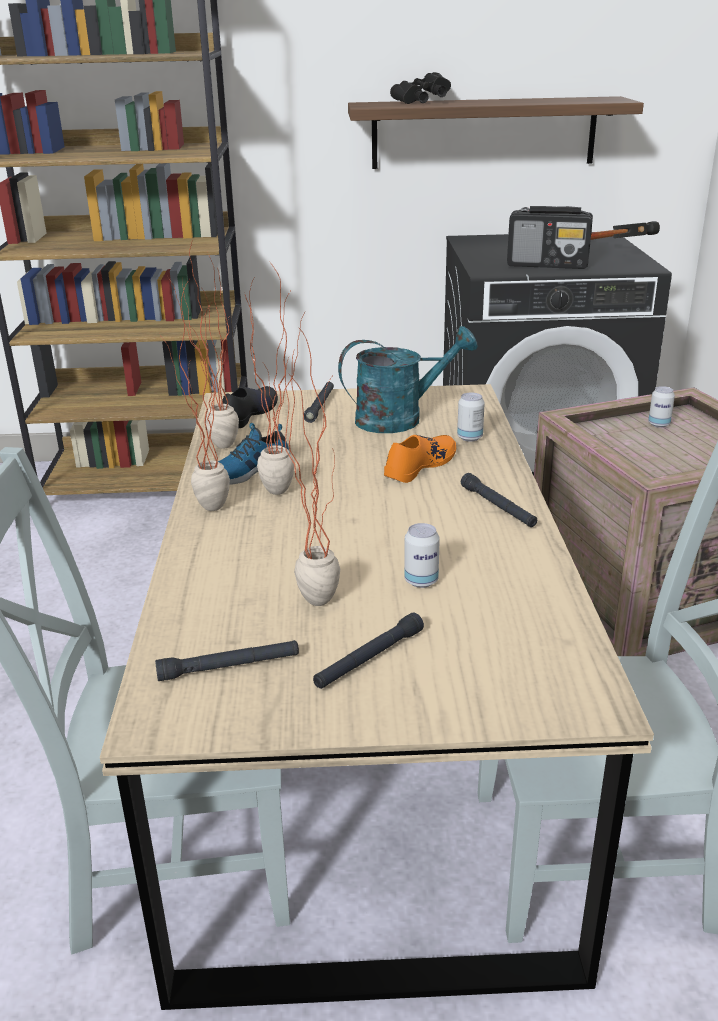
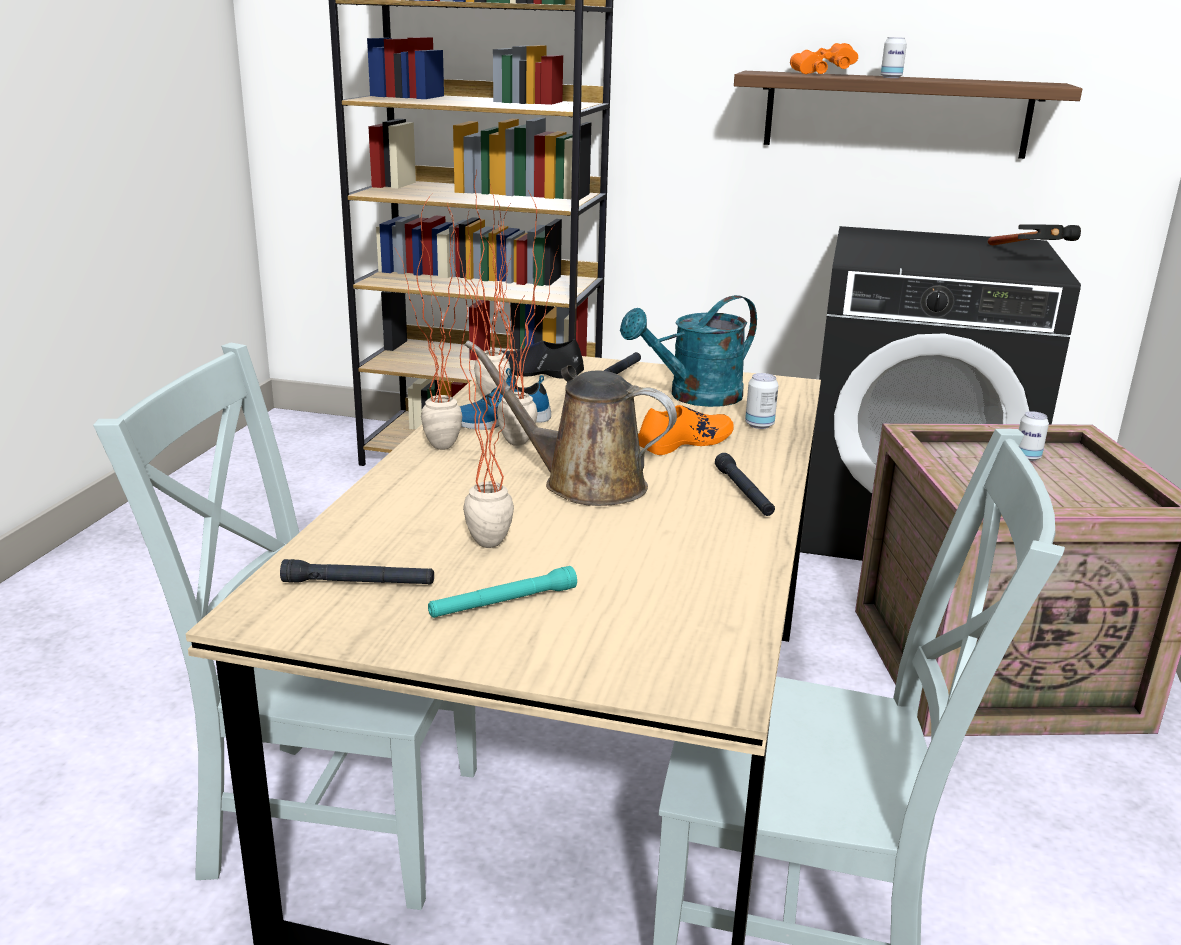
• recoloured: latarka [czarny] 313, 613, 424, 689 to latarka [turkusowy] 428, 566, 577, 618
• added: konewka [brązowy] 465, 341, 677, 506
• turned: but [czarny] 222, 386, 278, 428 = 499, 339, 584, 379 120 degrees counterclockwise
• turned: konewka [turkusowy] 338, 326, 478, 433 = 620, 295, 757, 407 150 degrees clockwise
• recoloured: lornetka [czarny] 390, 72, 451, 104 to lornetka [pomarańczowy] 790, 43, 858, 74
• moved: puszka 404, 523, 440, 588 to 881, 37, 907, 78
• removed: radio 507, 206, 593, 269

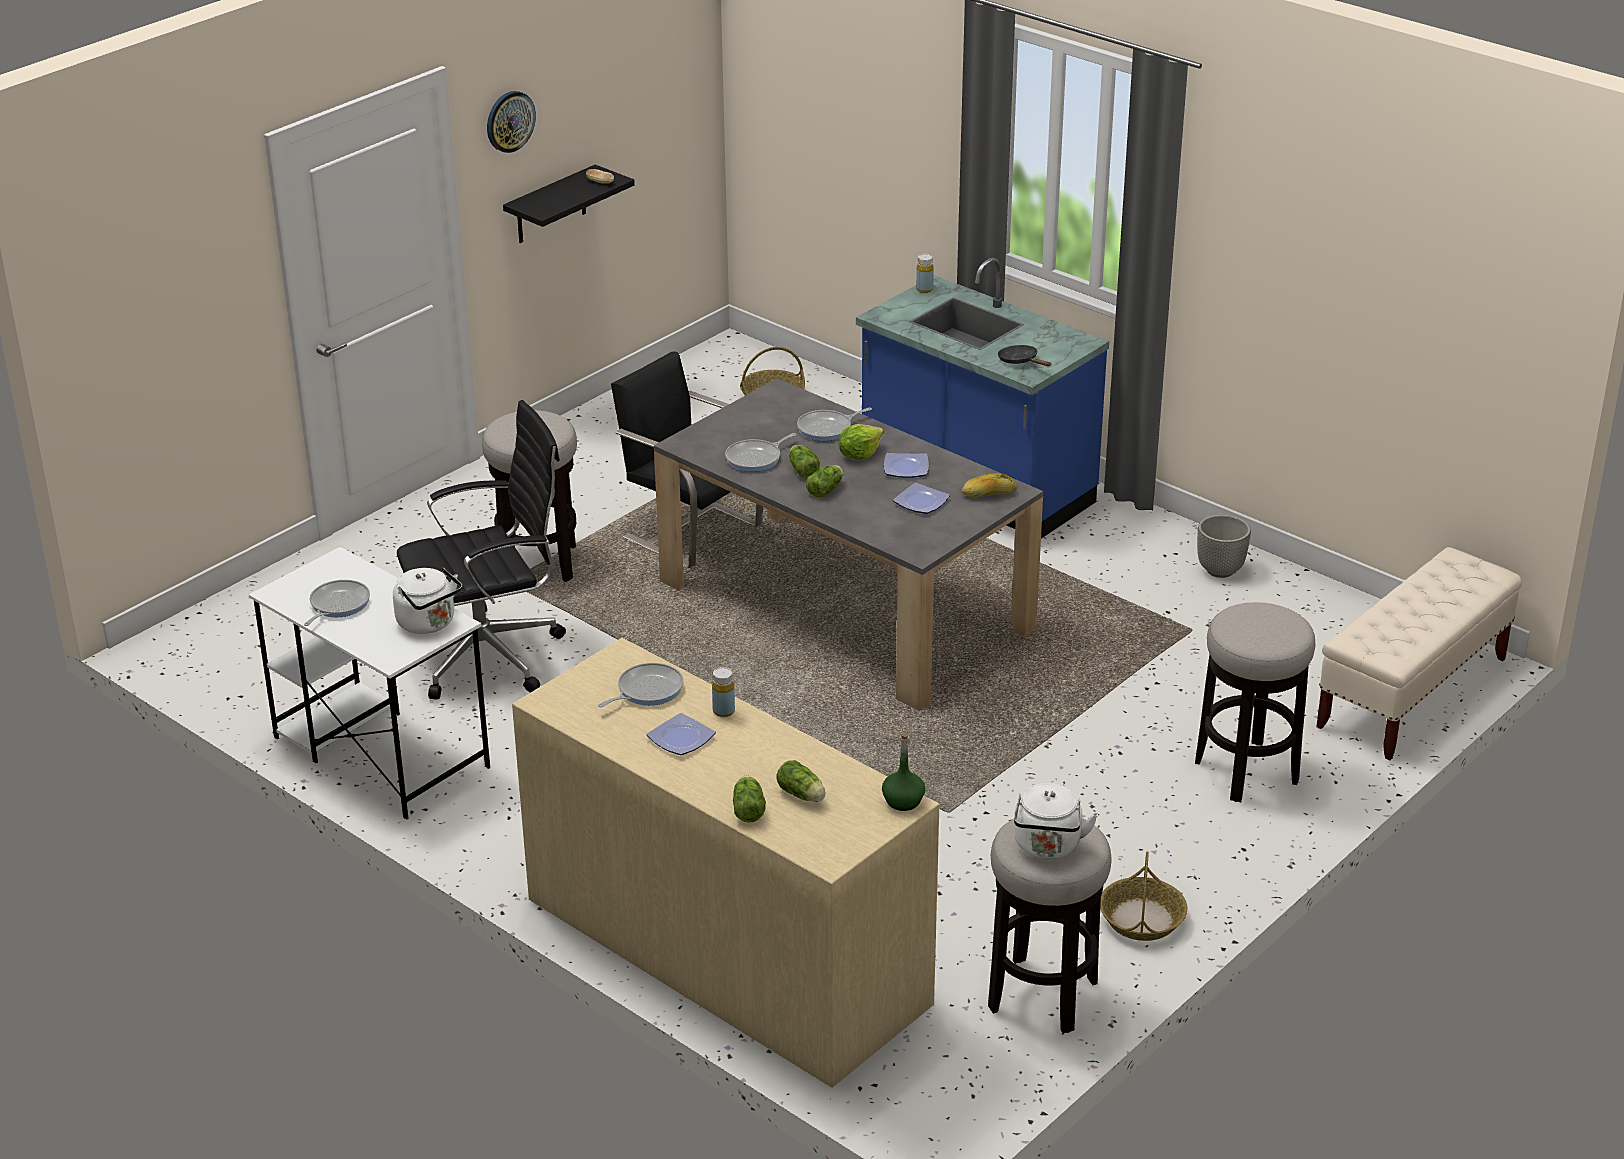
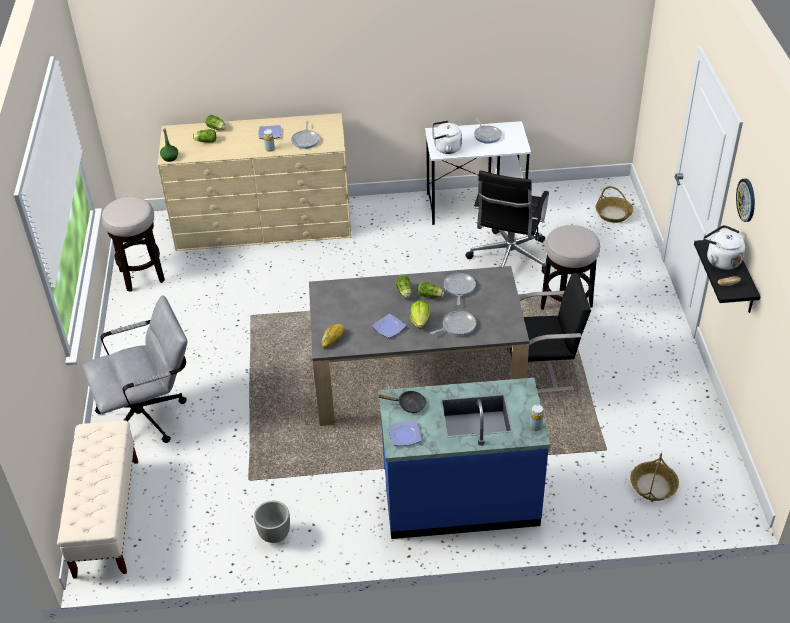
• replaced: stołek 1195, 602, 1315, 802 to krzesło biurowe [szary] 82, 295, 188, 443
• moved: talerz 893, 483, 950, 514 to 389, 420, 421, 446
• turned: patelnia 797, 408, 872, 441 = 430, 311, 476, 336 45 degrees clockwise
• moved: koszyk 1100, 851, 1188, 941 to 596, 186, 633, 223
• moved: czajnik [biały] 1014, 783, 1098, 859 to 703, 225, 745, 270

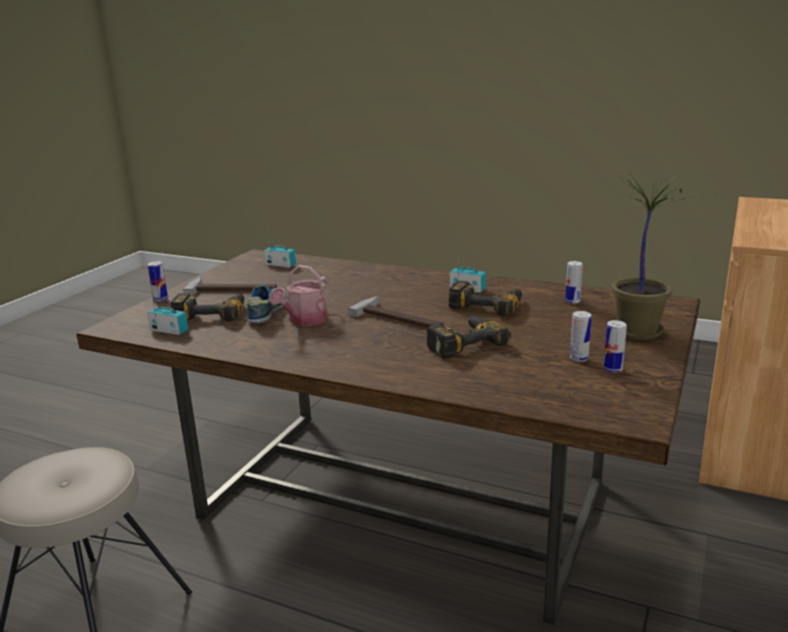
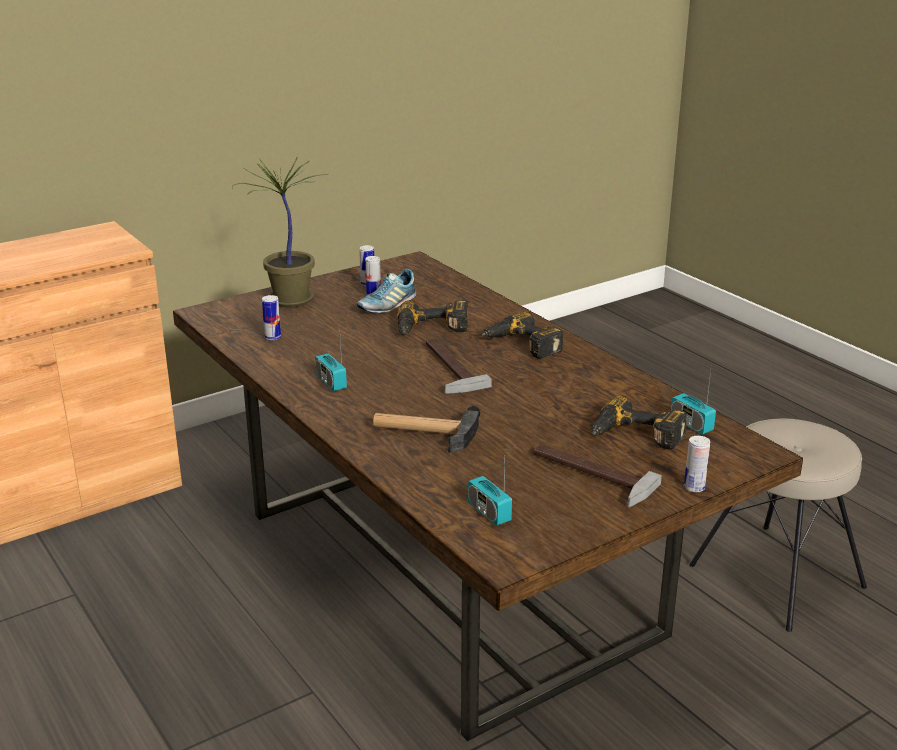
• moved: but 247, 285, 287, 323 to 357, 269, 416, 313
• added: młotek 373, 406, 480, 453
• moved: wiertarka 449, 280, 522, 316 to 481, 311, 564, 359
• removed: konewka 270, 265, 328, 326

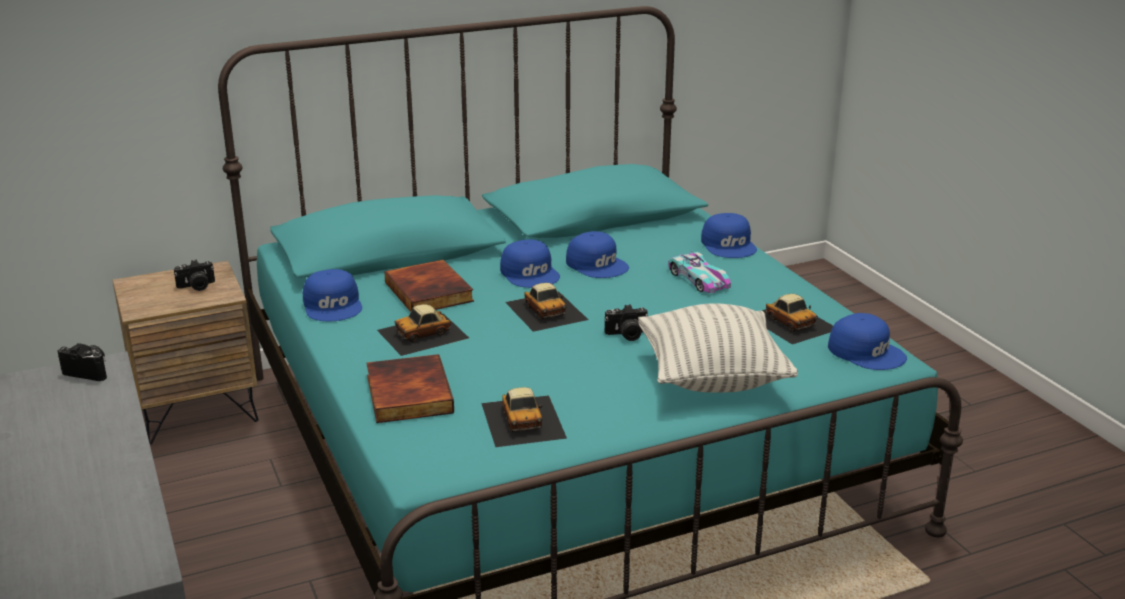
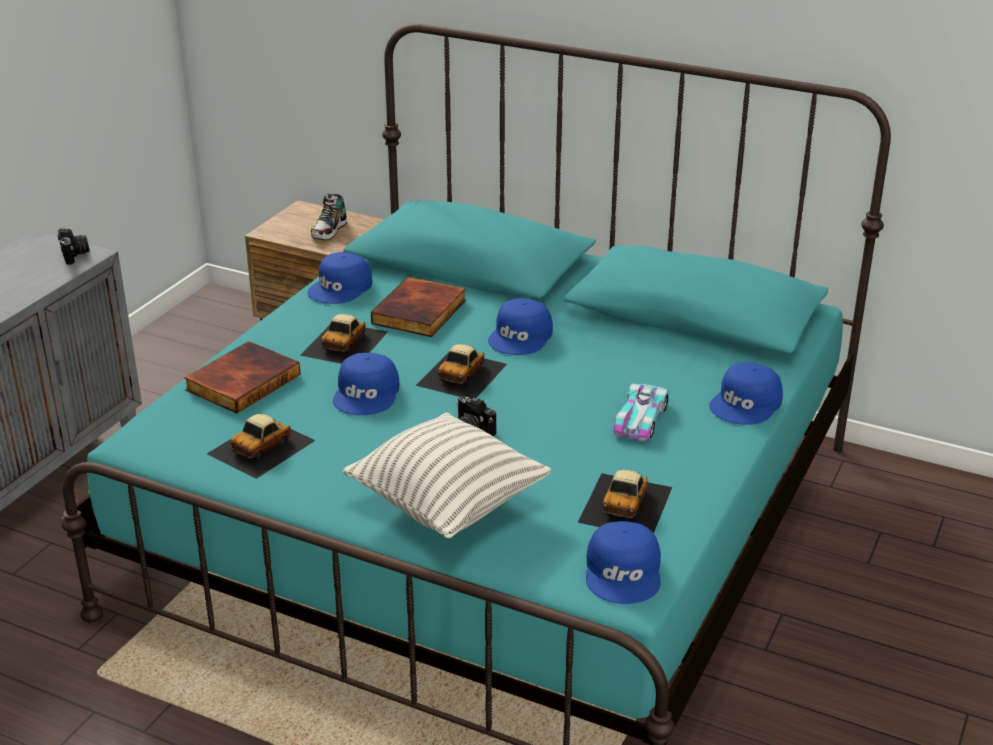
• turned: samochodzik 377, 304, 469, 356 = 300, 314, 388, 364 90 degrees counterclockwise
• replaced: aparat fotograficzny 174, 259, 215, 291 to but 311, 193, 347, 240
• moved: czapka z daszkiem [niebieski] 566, 231, 629, 278 to 333, 353, 399, 415

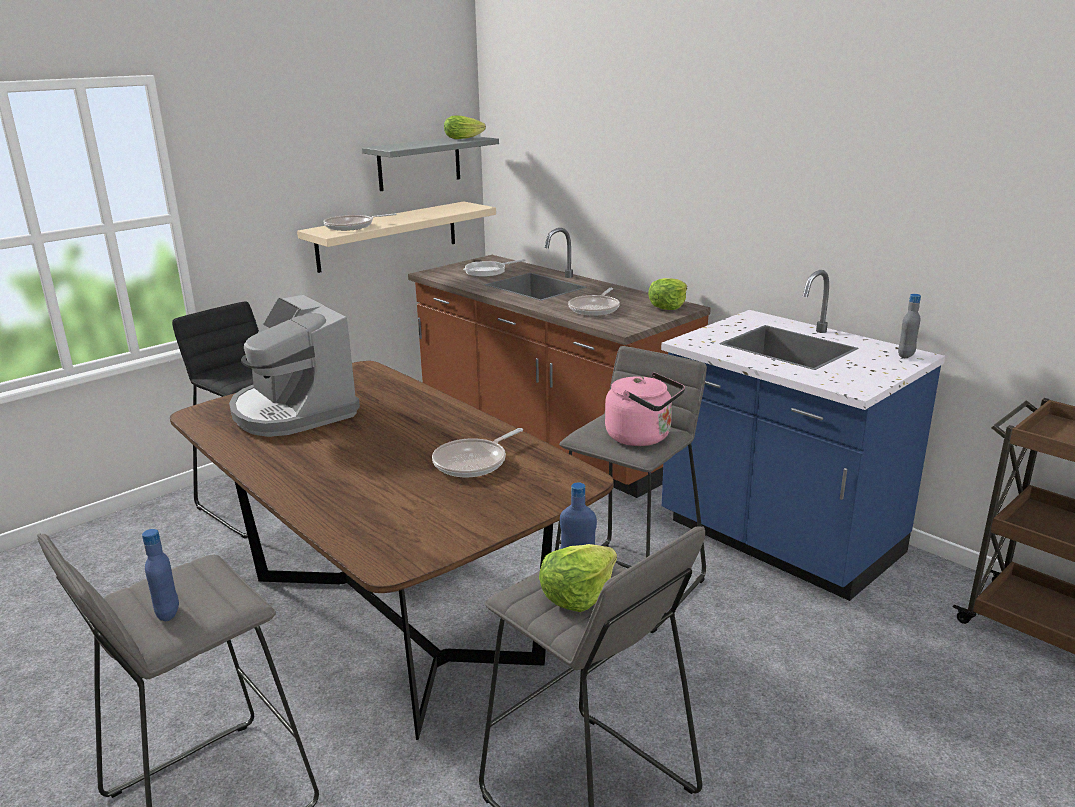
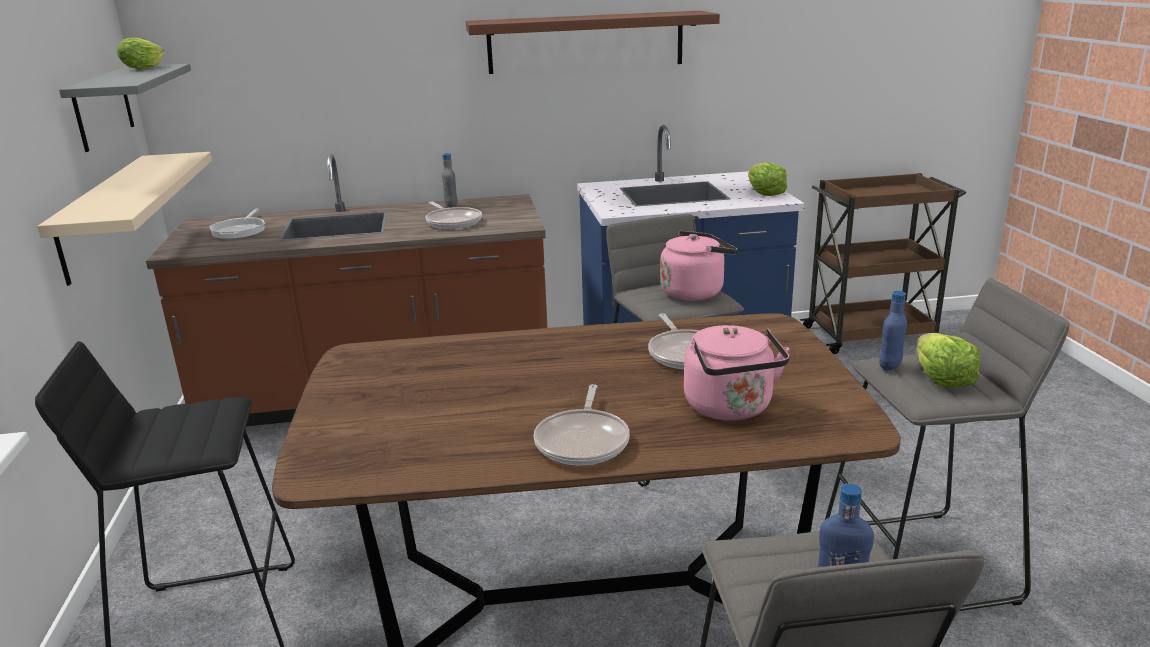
• moved: butelka [szary] 898, 294, 921, 358 to 442, 153, 458, 208
• added: półka [brązowy] 466, 11, 720, 74
• moved: patelnia 323, 214, 397, 231 to 533, 384, 630, 465
• added: czajnik [różowy] 684, 325, 790, 421
• moved: sałata 648, 278, 687, 310 to 748, 163, 787, 196
• removed: ekspres do kawy 229, 295, 360, 437

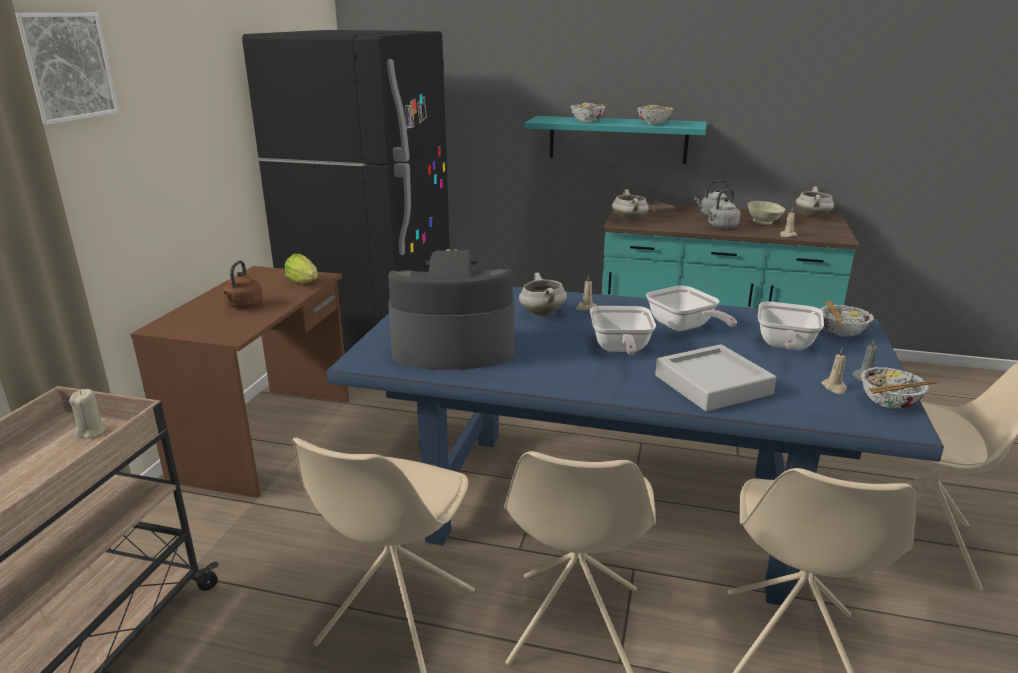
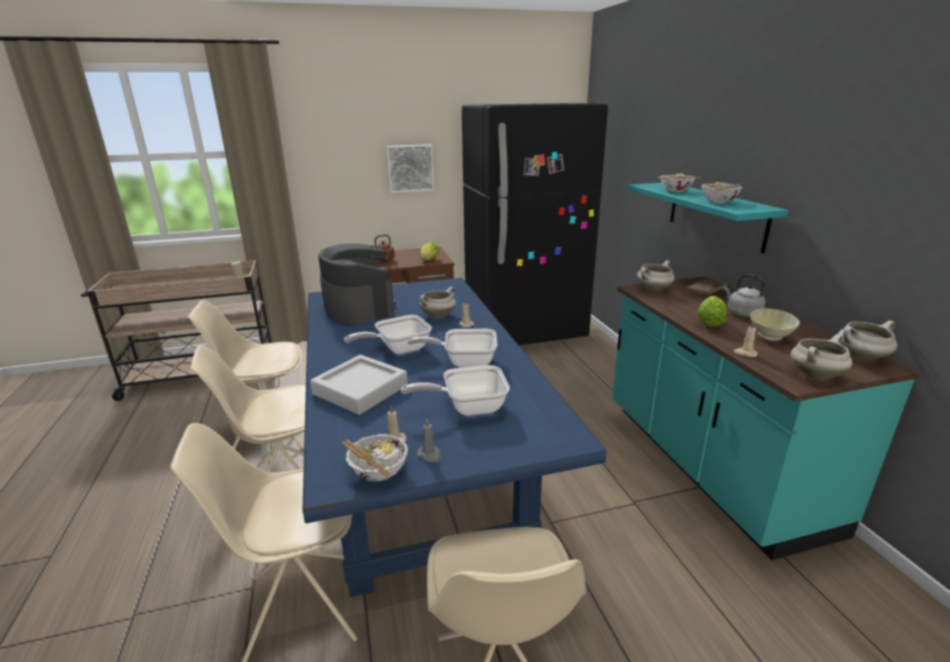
• moved: obraz 15, 13, 119, 125 to 386, 144, 434, 193
• turned: patelnia 646, 286, 737, 331 = 407, 329, 497, 368 60 degrees clockwise
• replaced: czajnik [szary] 706, 189, 741, 229 to sałata 697, 296, 727, 327
• added: garnek [biały] 790, 334, 852, 379
• removed: miska 820, 301, 874, 337

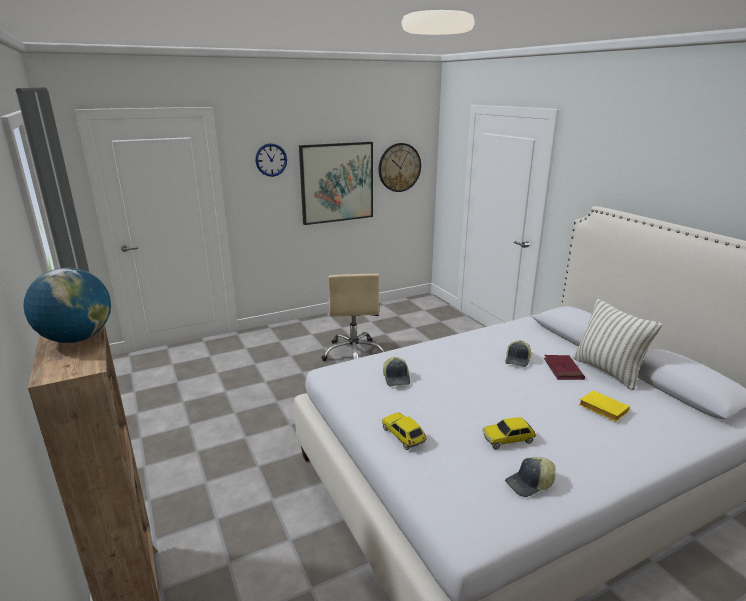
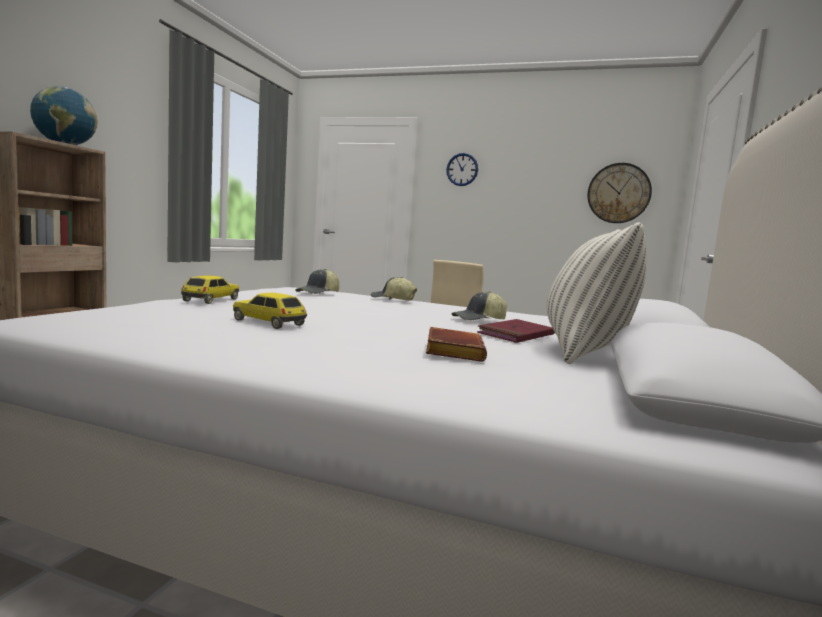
• moved: czapka z daszkiem 505, 457, 555, 497 to 371, 277, 417, 301
• recoloured: książka [żółty] 579, 391, 630, 422 to książka [brązowy] 426, 327, 487, 362
• removed: obraz 299, 142, 373, 225

